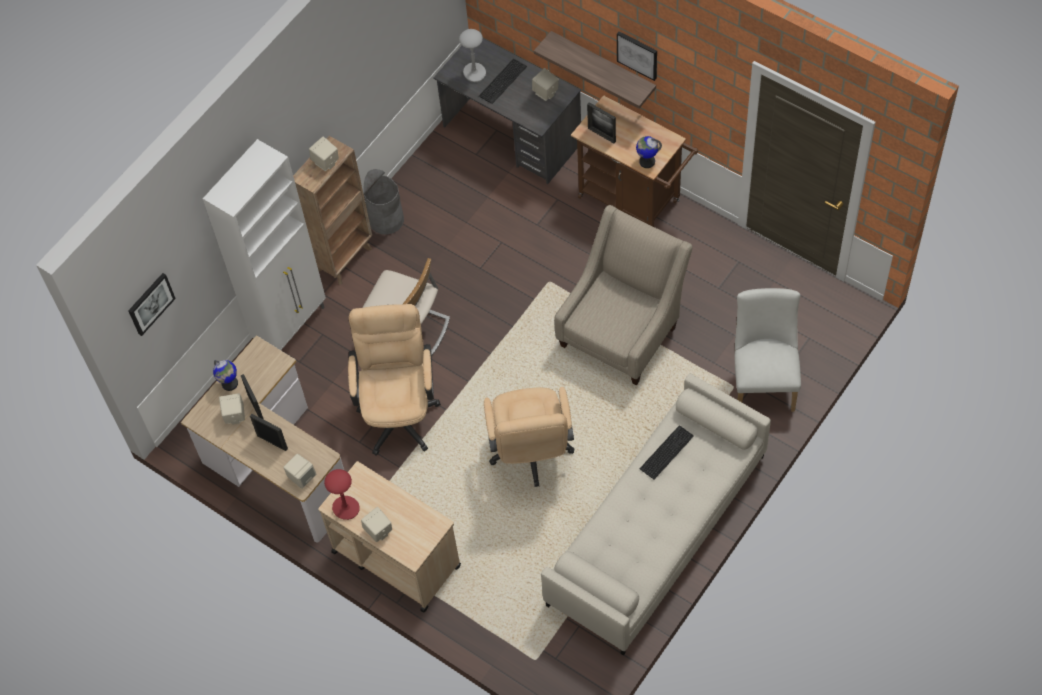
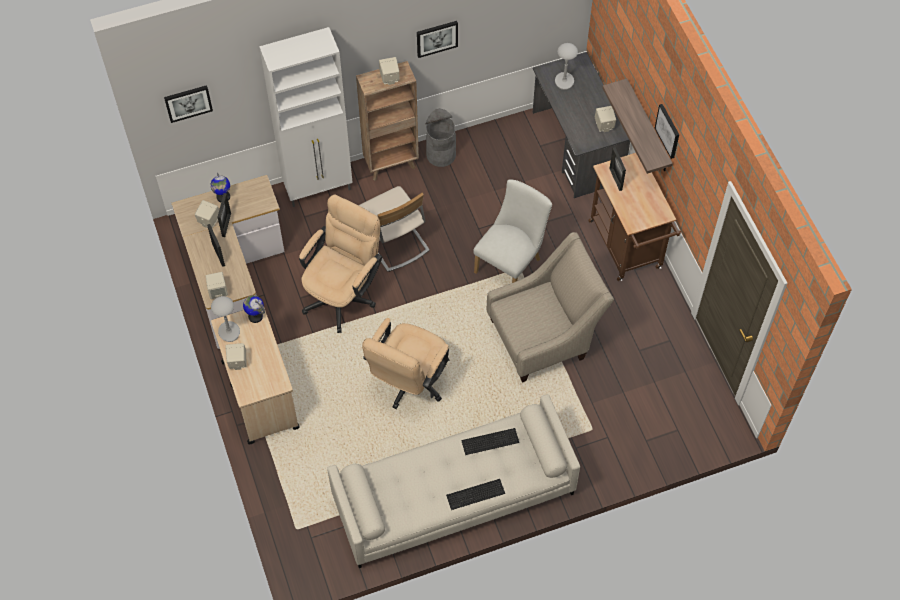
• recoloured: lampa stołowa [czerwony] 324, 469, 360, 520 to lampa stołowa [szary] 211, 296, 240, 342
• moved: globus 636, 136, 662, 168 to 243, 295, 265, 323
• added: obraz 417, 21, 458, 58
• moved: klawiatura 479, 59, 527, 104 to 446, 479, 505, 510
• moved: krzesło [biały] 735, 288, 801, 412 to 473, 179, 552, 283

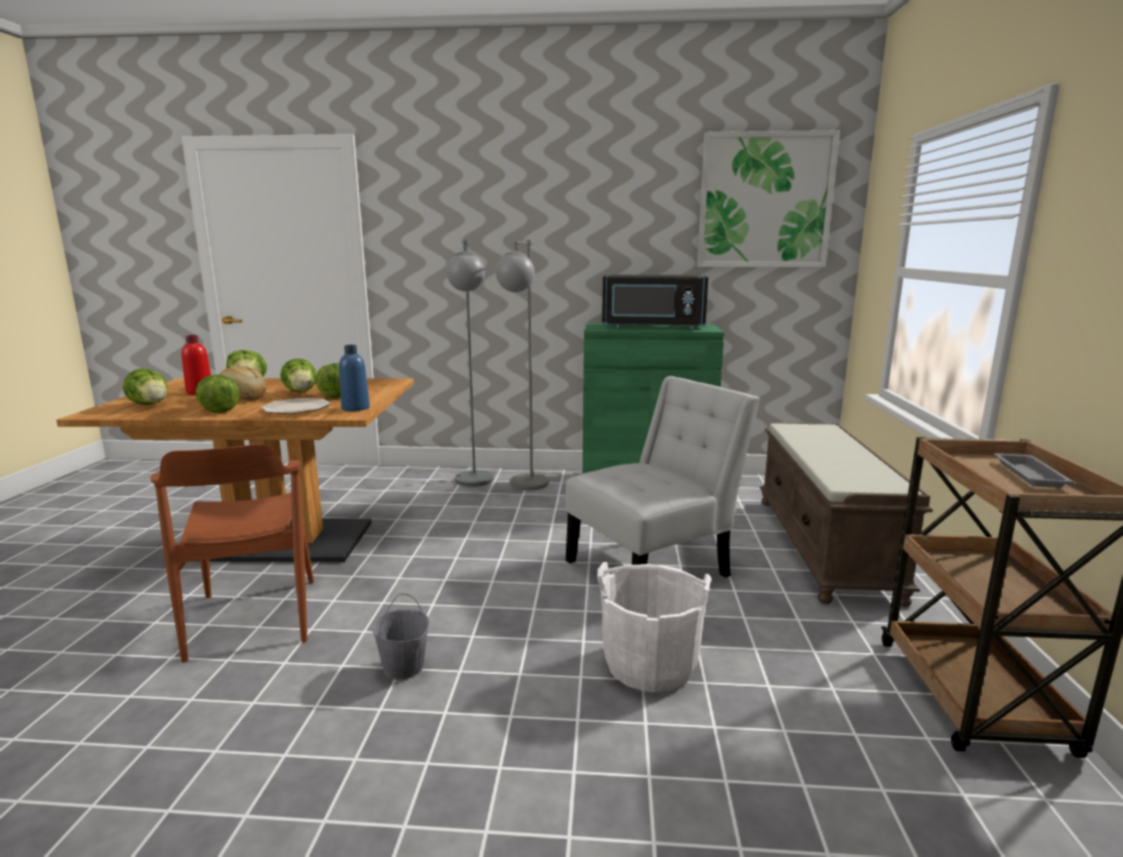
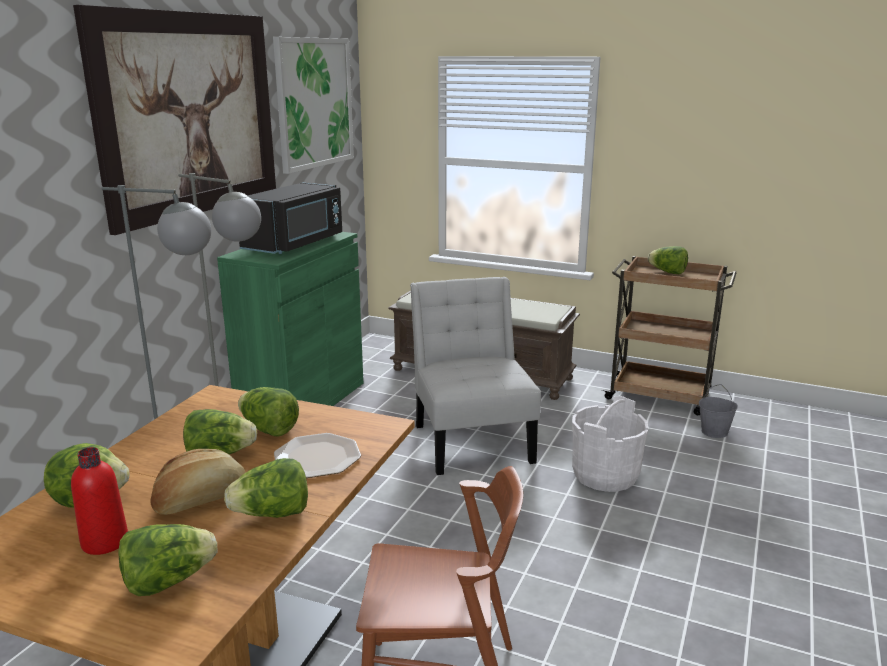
• added: obraz 73, 5, 276, 235
• replaced: taca [szary] 994, 453, 1075, 488 to sałata 648, 246, 688, 274
• moved: wiadro [szary] 372, 593, 429, 680 to 699, 384, 738, 438
• removed: butelka [niebieski] 339, 345, 370, 411

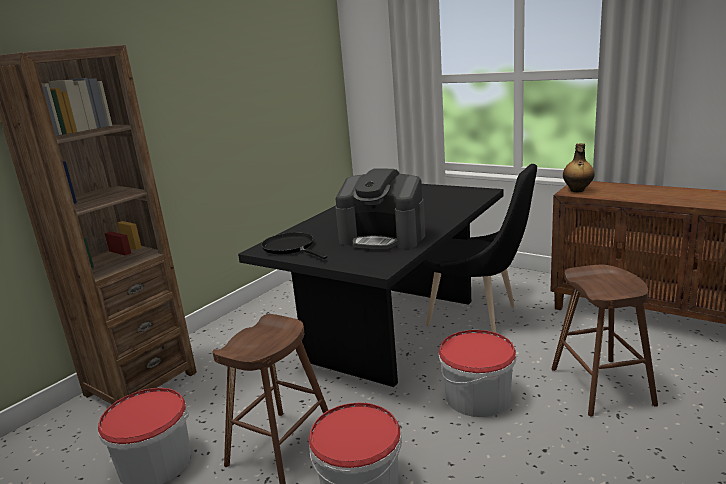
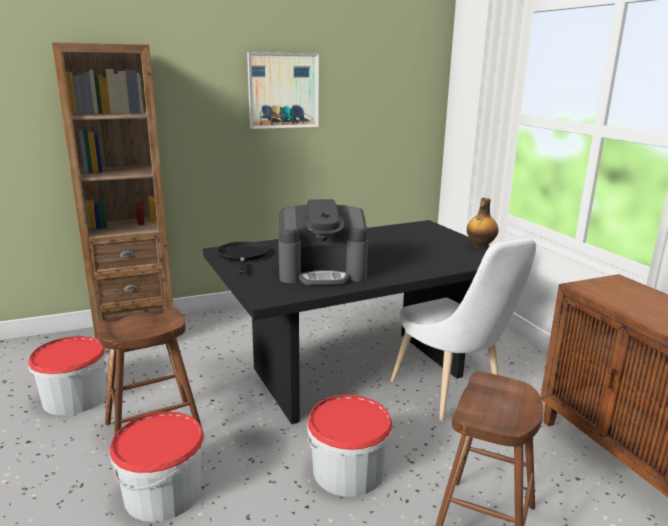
• added: obraz 247, 52, 319, 129
• turned: ekspres do kawy 335, 169, 425, 250 = 278, 199, 368, 286 60 degrees counterclockwise
• recoloured: krzesło [czarny] 423, 164, 537, 333 to krzesło [biały] 390, 238, 536, 421
• moved: butelka 563, 143, 594, 192 to 467, 198, 499, 248

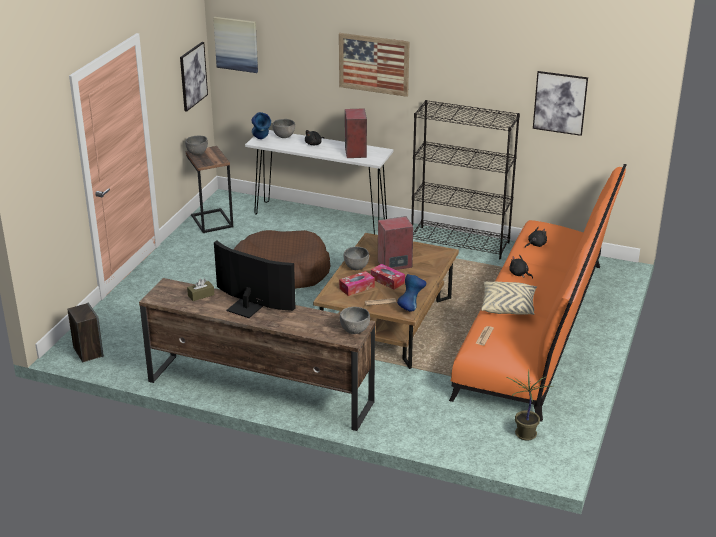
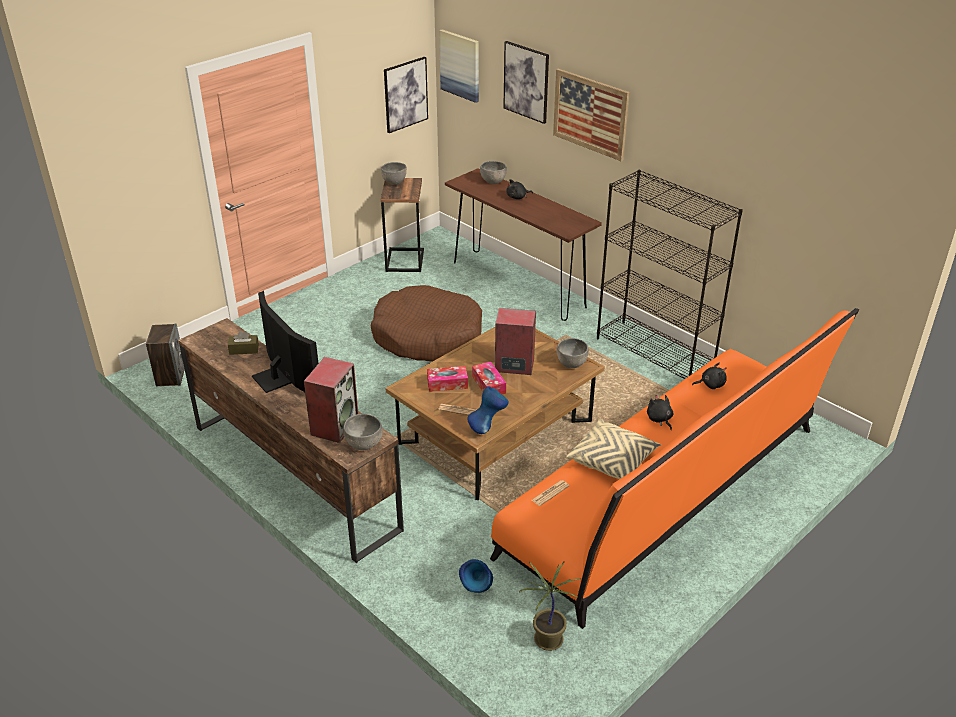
• moved: głośnik 345, 108, 367, 158 to 304, 357, 359, 443
• recoloured: stolik konsolowy [biały] 245, 130, 394, 234 to stolik konsolowy [brązowy] 445, 168, 602, 321
• moved: wazon [niebieski] 251, 112, 271, 139 to 459, 559, 493, 593
• moved: obraz 533, 71, 588, 136 to 503, 41, 549, 124
• moved: miska [szary] 343, 247, 369, 270 to 557, 338, 589, 368

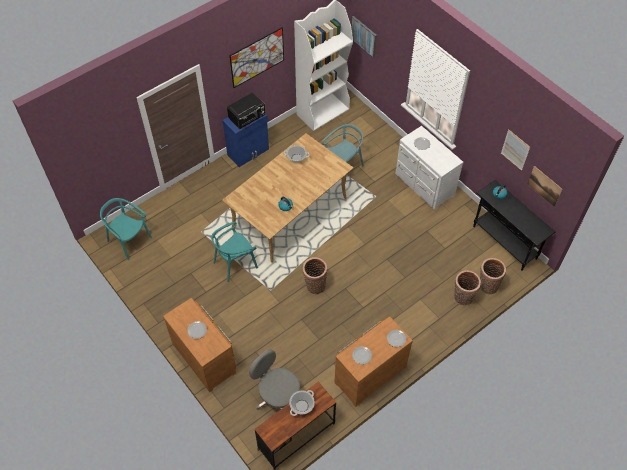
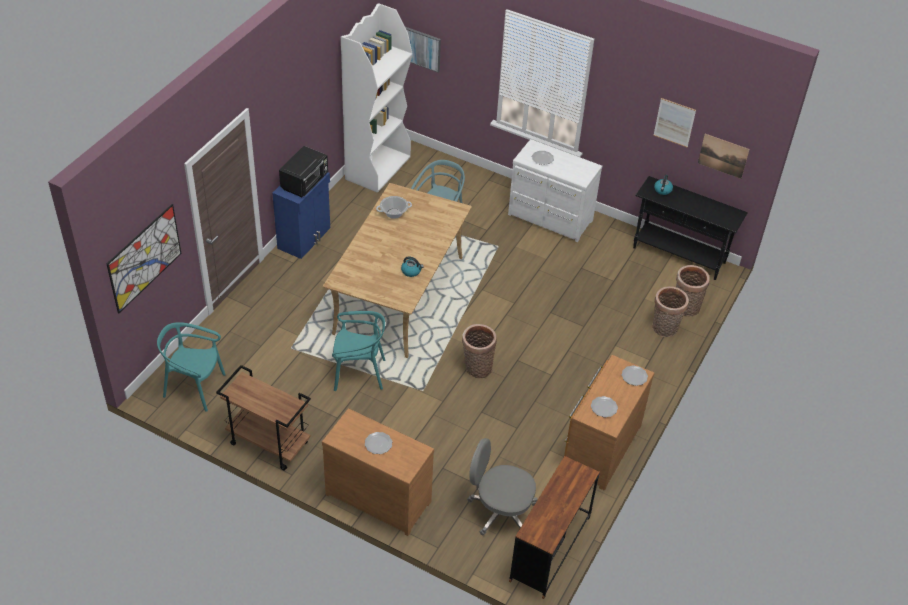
• moved: obraz 229, 27, 284, 88 to 107, 204, 181, 314
• added: wózek [brązowy] 216, 365, 311, 471
• turned: krzesło [turkusowy] 211, 221, 258, 282 = 332, 311, 385, 391 120 degrees counterclockwise
• removed: garnek 289, 390, 315, 416

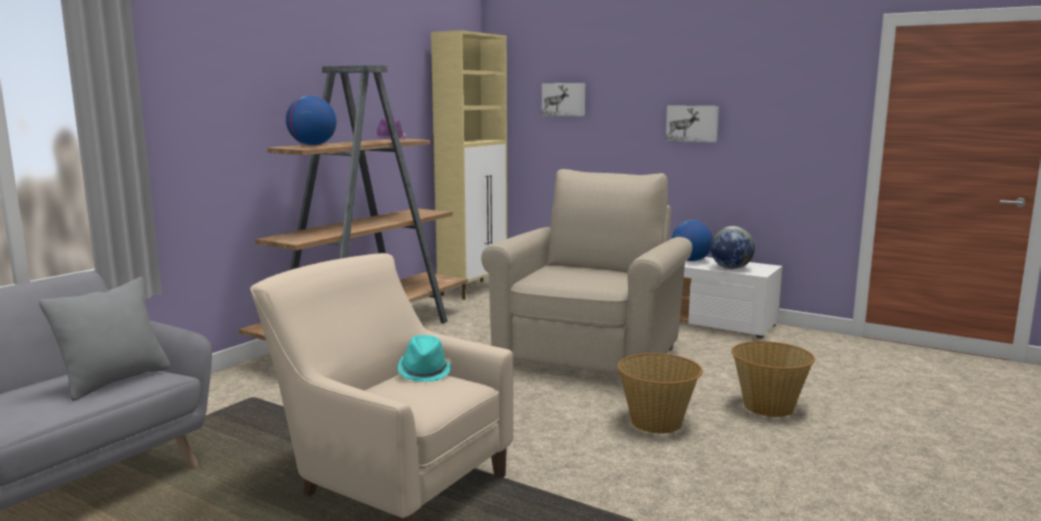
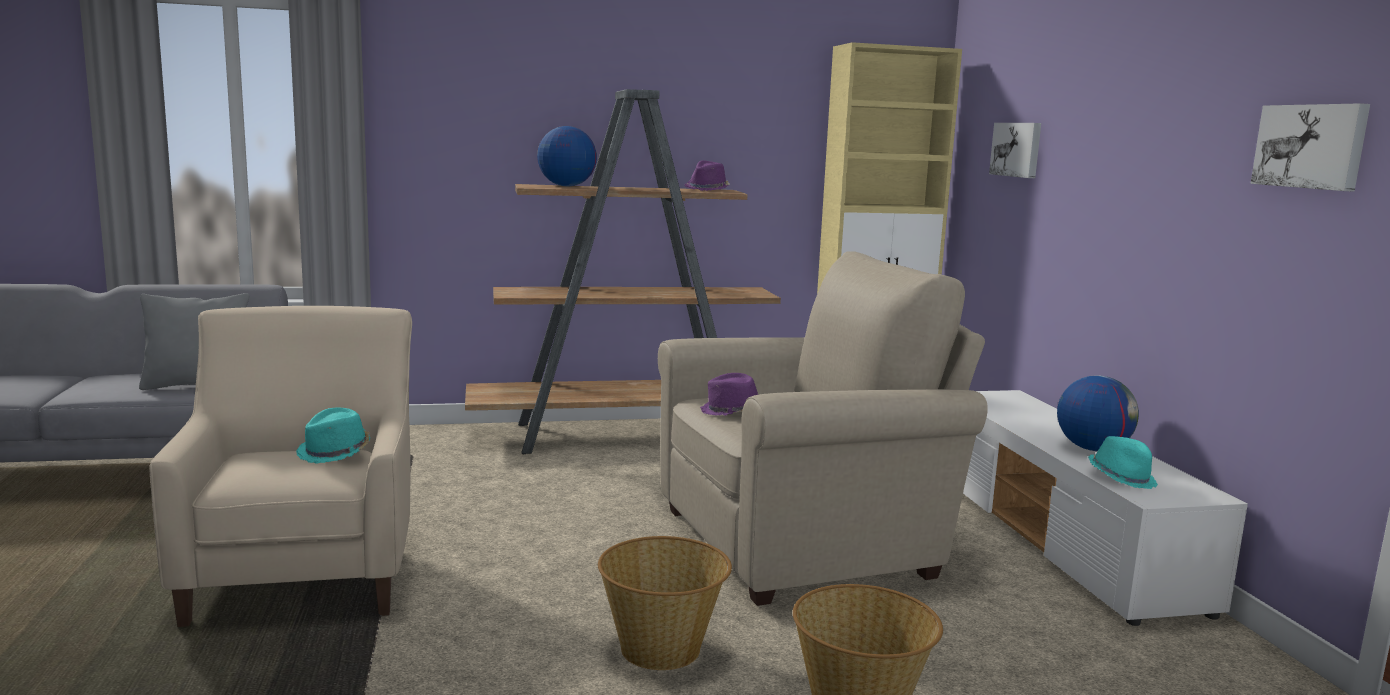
• added: kapelusz [fioletowy] 700, 373, 758, 416
• replaced: globus 711, 226, 755, 269 to kapelusz [turkusowy] 1088, 436, 1158, 489
• moved: obraz 666, 105, 719, 142 to 1251, 103, 1370, 191

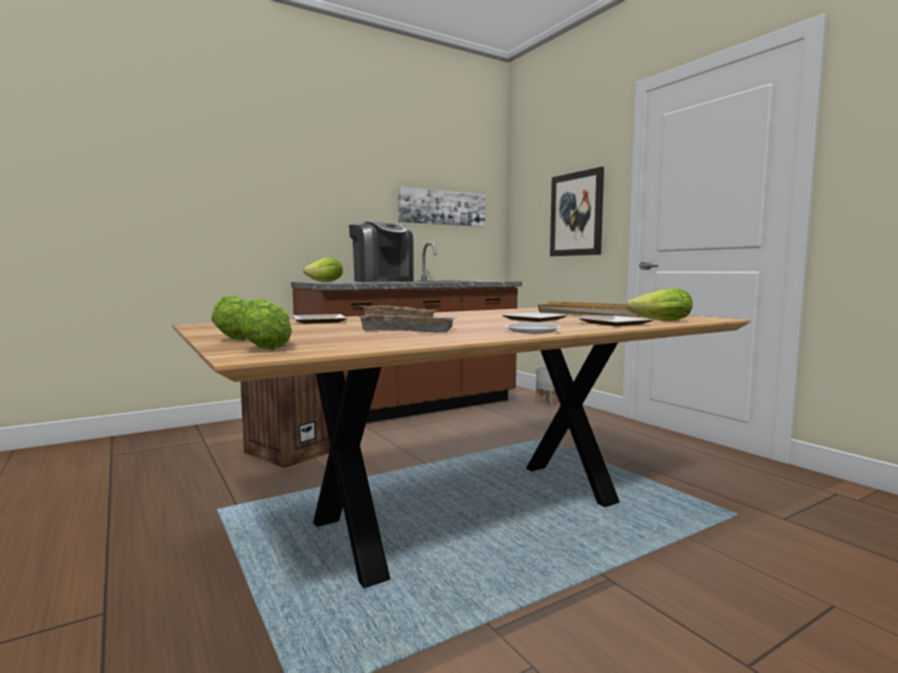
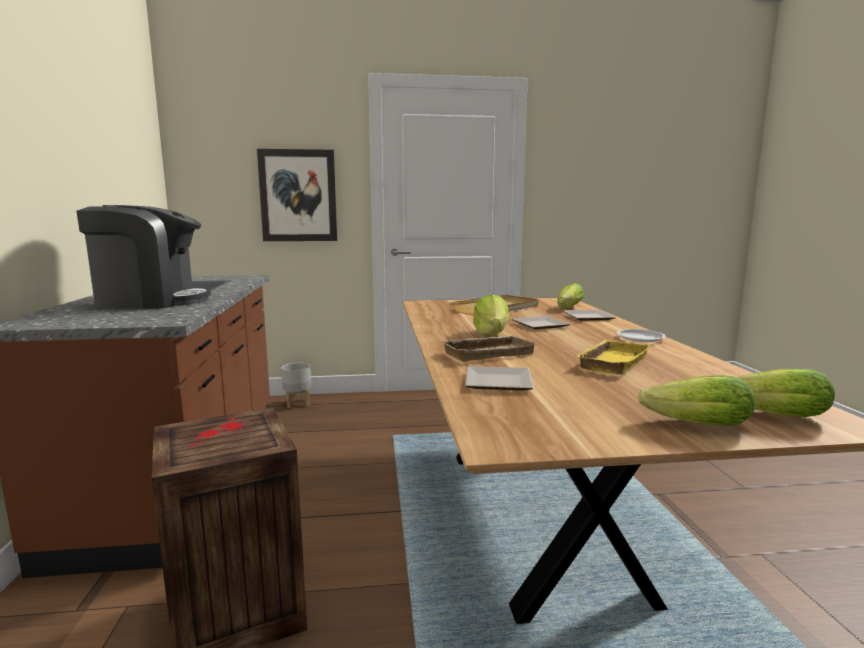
• moved: sałata 303, 257, 343, 282 to 473, 295, 510, 335
• recoloured: taca [szary] 358, 314, 456, 332 to taca [żółty] 577, 340, 650, 375
• removed: obraz 398, 187, 485, 227

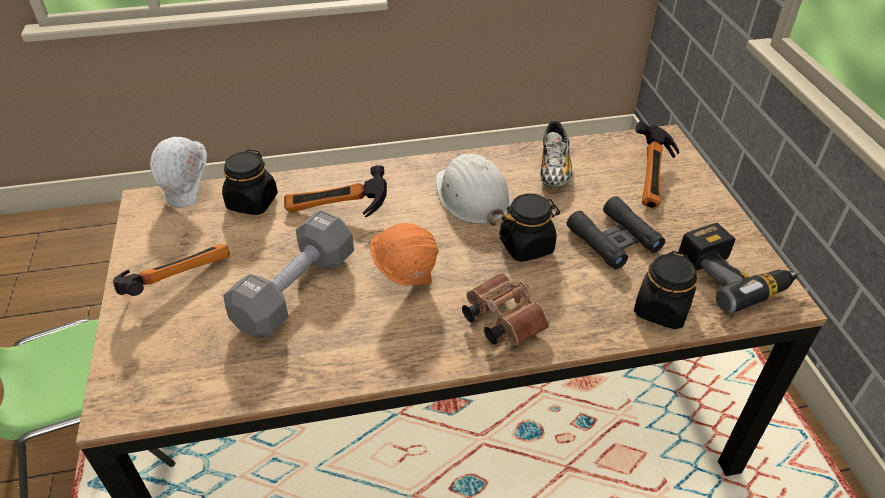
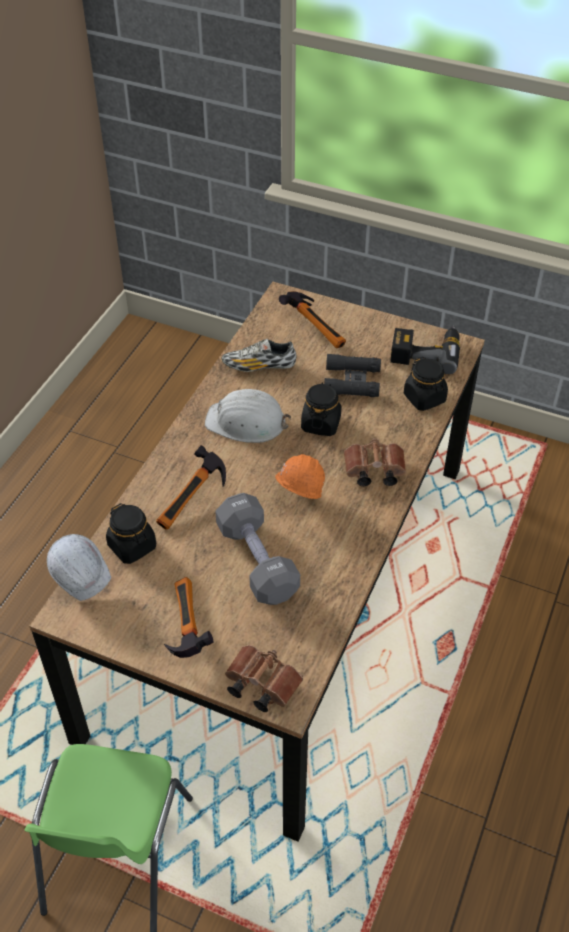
• turned: but 541, 120, 572, 188 = 221, 339, 296, 372 135 degrees clockwise
• added: lornetka [brązowy] 225, 645, 303, 712

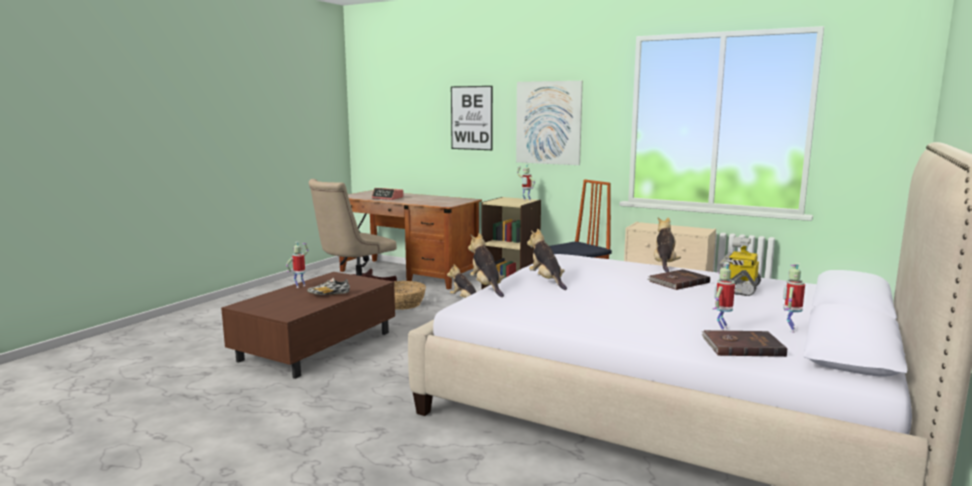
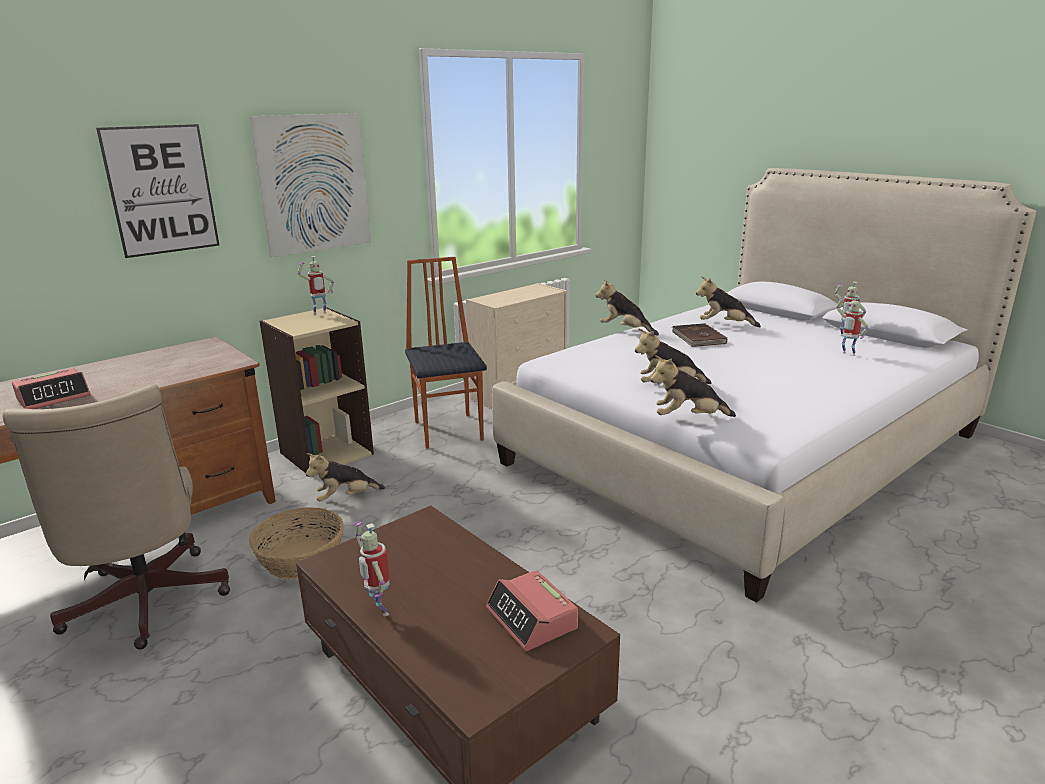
• added: budzik 486, 570, 578, 651
• replaced: robot zabawkowy 719, 237, 761, 296 to pluszak 696, 276, 761, 327
• removed: but 307, 278, 350, 295
• removed: książka [brązowy] 702, 330, 787, 357

